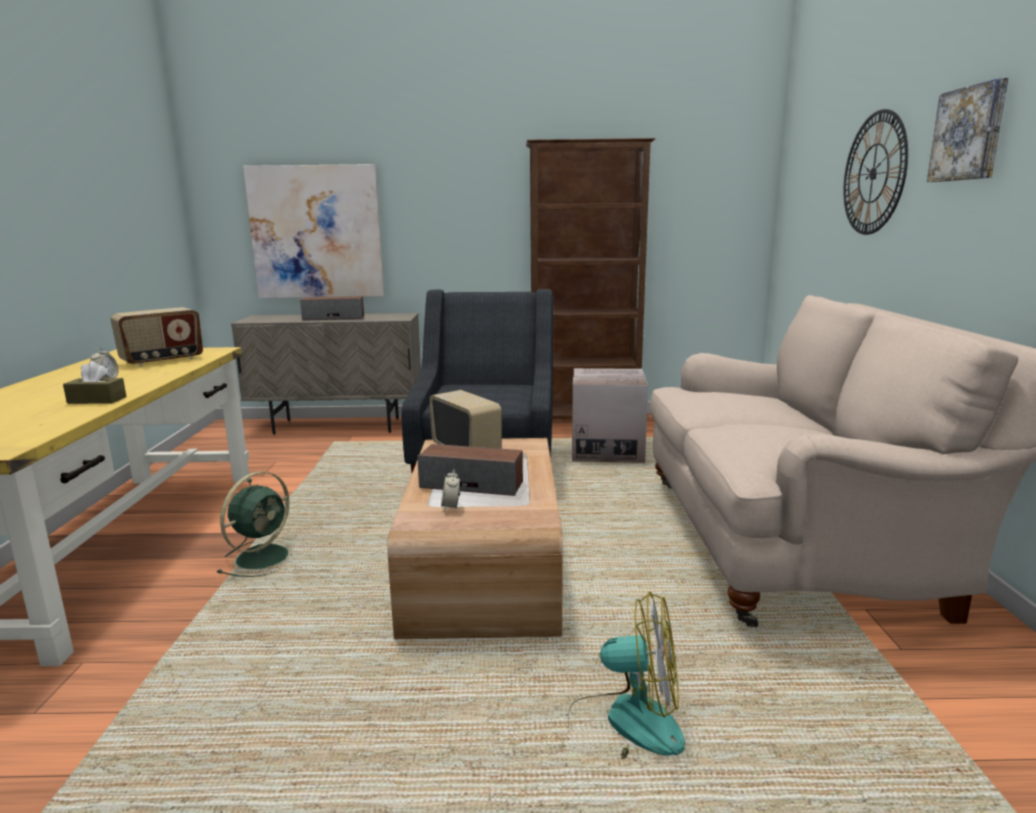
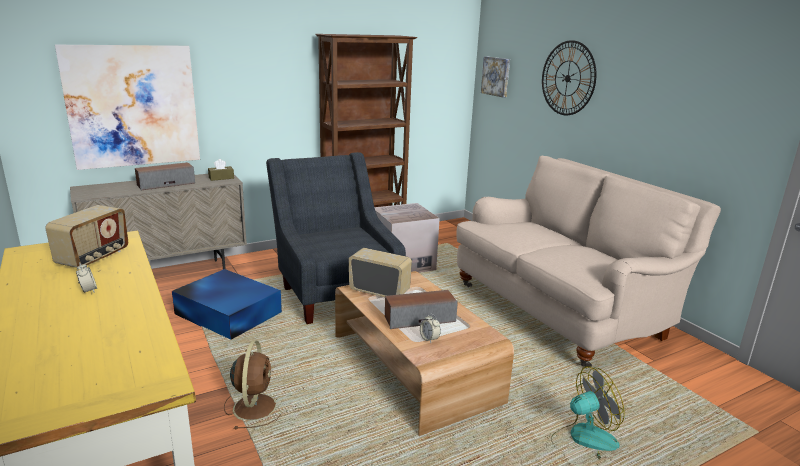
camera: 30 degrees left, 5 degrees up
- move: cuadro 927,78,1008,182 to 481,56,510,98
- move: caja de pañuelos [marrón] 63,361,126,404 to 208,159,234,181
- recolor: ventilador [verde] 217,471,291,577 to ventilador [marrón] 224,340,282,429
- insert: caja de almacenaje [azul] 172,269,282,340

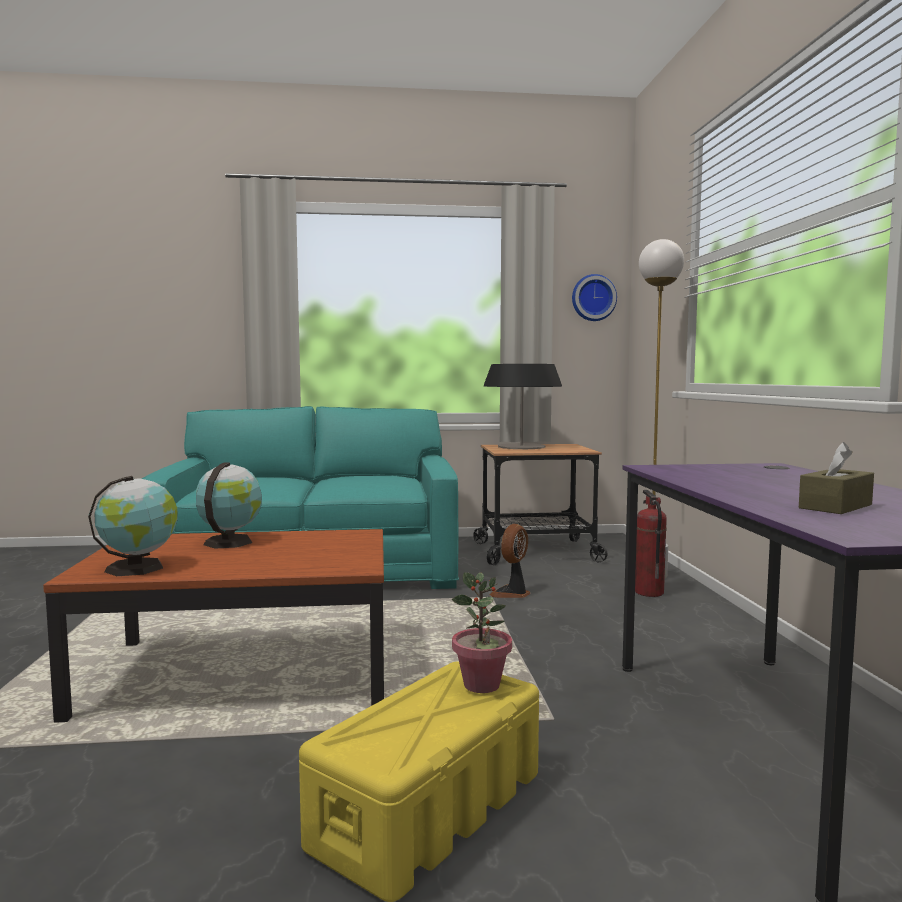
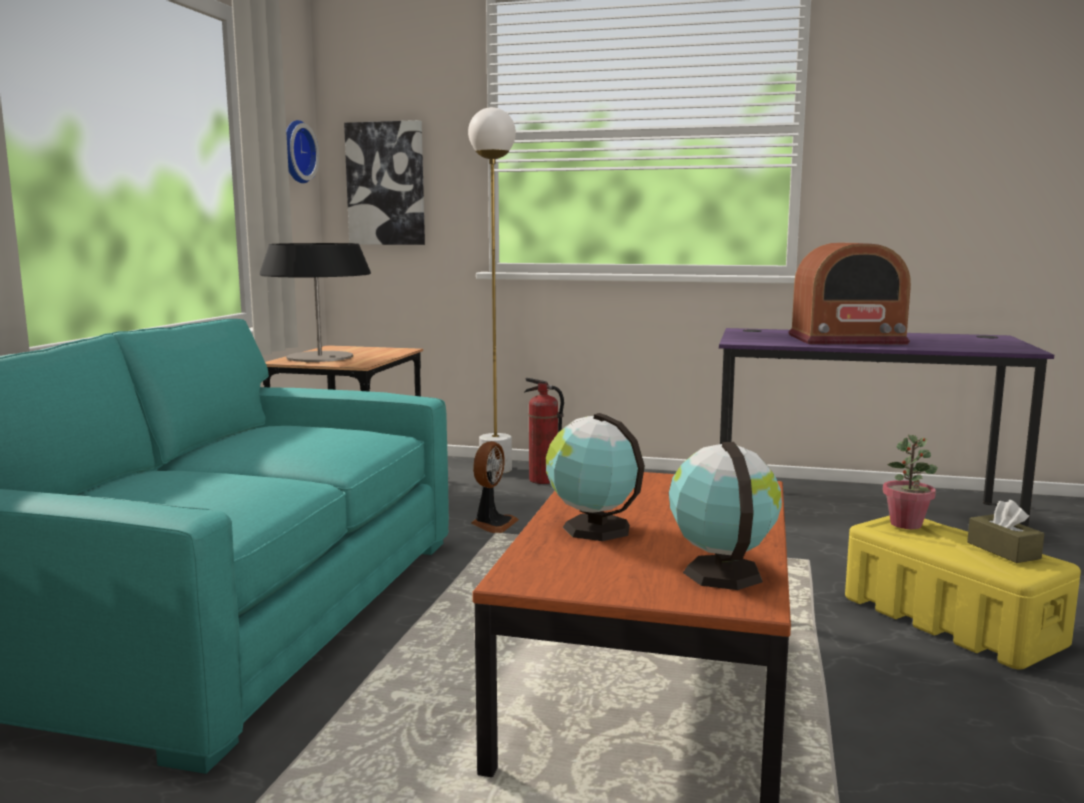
camera: 70 degrees left, 5 degrees up
- move: caja de pañuelos [marrón] 799,442,874,514 to 967,500,1044,563
- rotate: ventilador 490,524,531,598 = 471,441,519,533 120 degrees counterclockwise
- insert: cuadro 344,120,425,245
- insert: radio 789,242,911,344

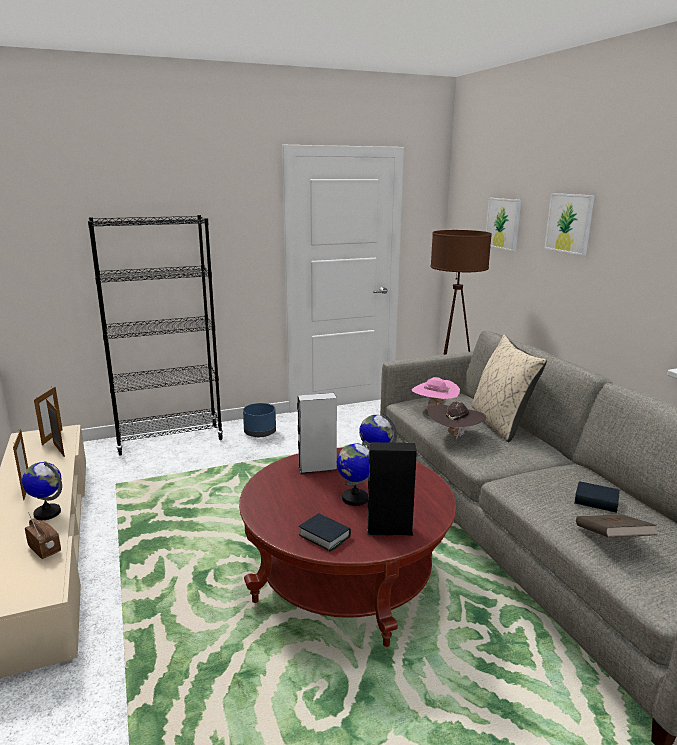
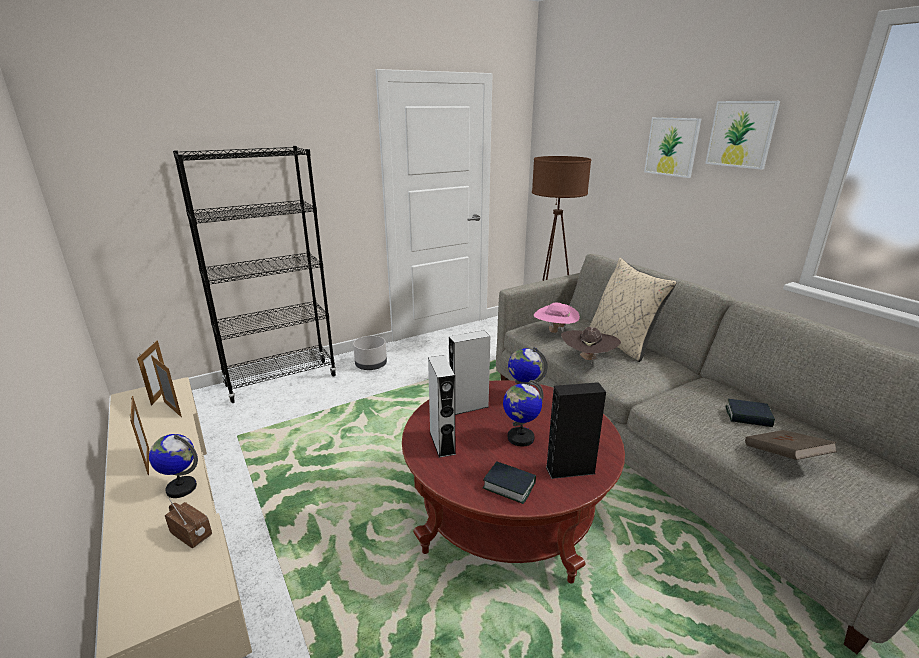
camera: 10 degrees left, 5 degrees up
- move: cuadro 486,198,521,251 to 705,101,780,170
- recolor: maceta [azul] 243,403,276,437 to maceta [gris] 353,336,387,370
- insert: altavoz [gris] 428,355,456,458

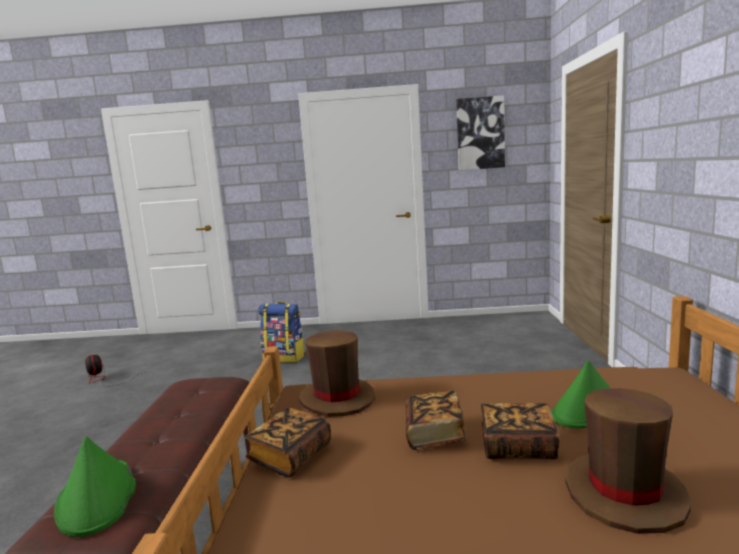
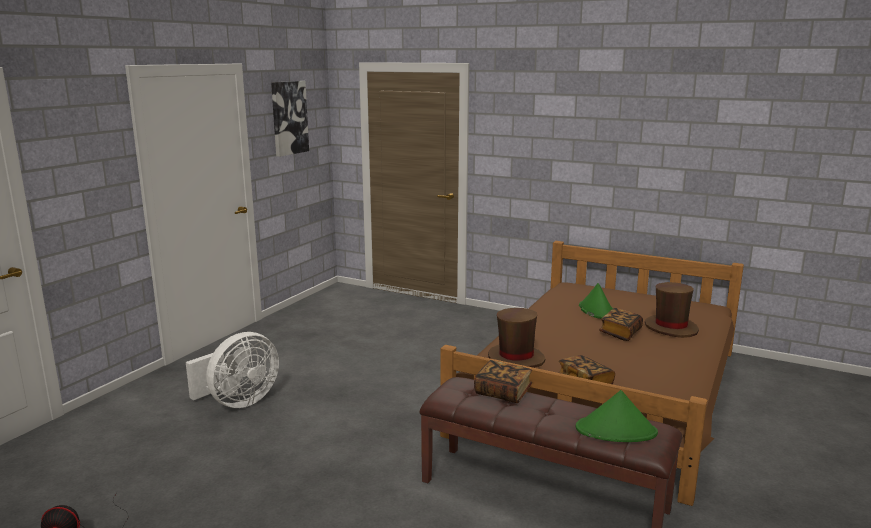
camera: 65 degrees left, 5 degrees up
- replace: mochila 258,302,305,363 to ventilador [blanco] 186,332,279,408
- move: libro 405,391,466,450 to 474,360,532,403

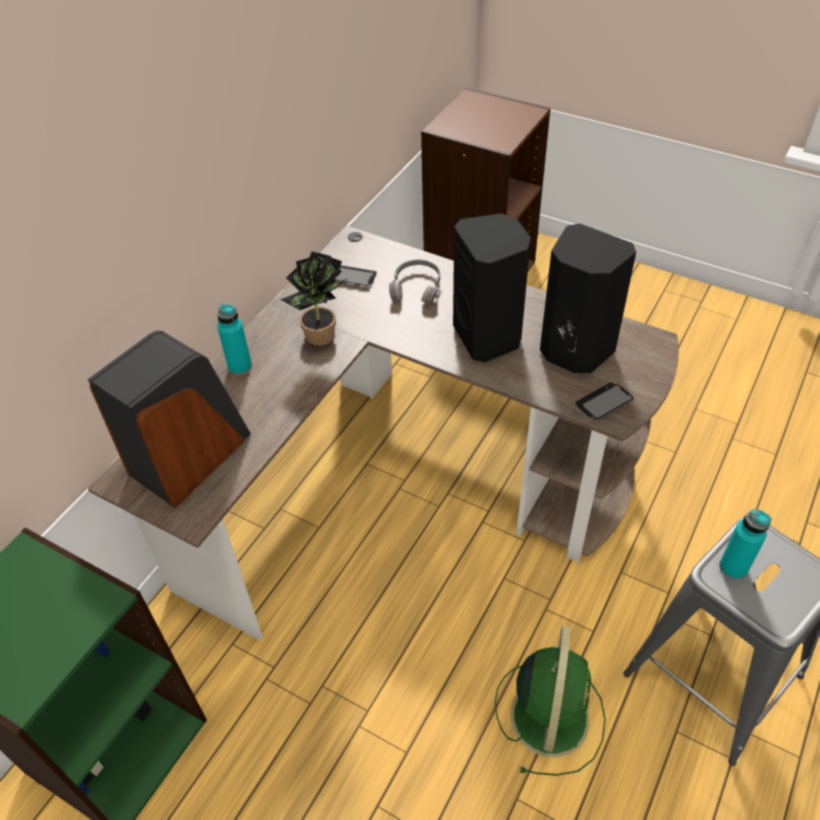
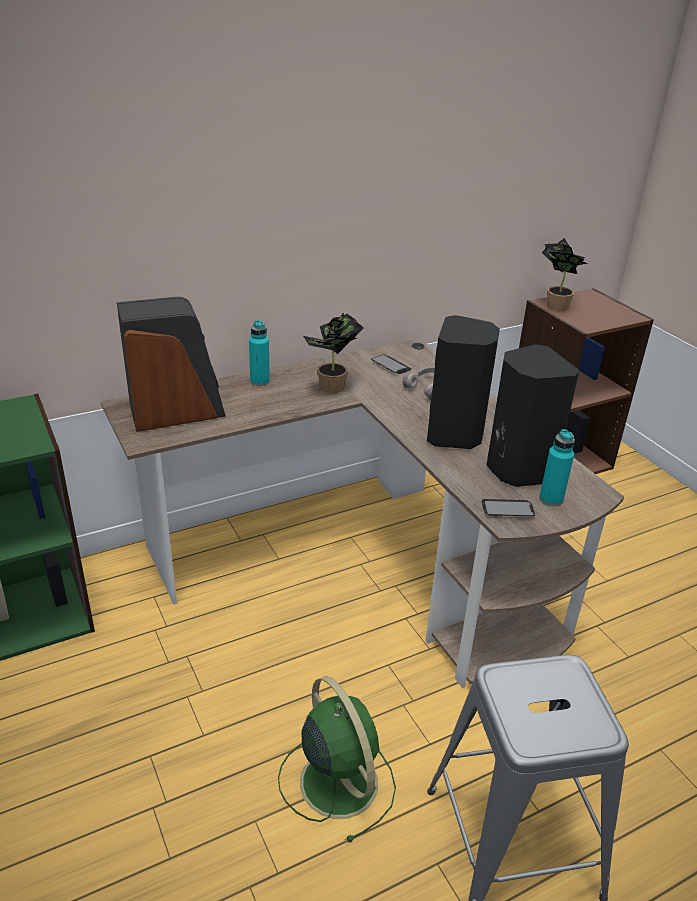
camera: 30 degrees right, 15 degrees down
- move: botella [turquesa] 719,509,772,580 to 539,429,575,506
- rotate: ventilador [verde] 495,626,606,776 = 278,676,396,843 75 degrees counterclockwise
- insert: planta en maceta 542,238,588,311

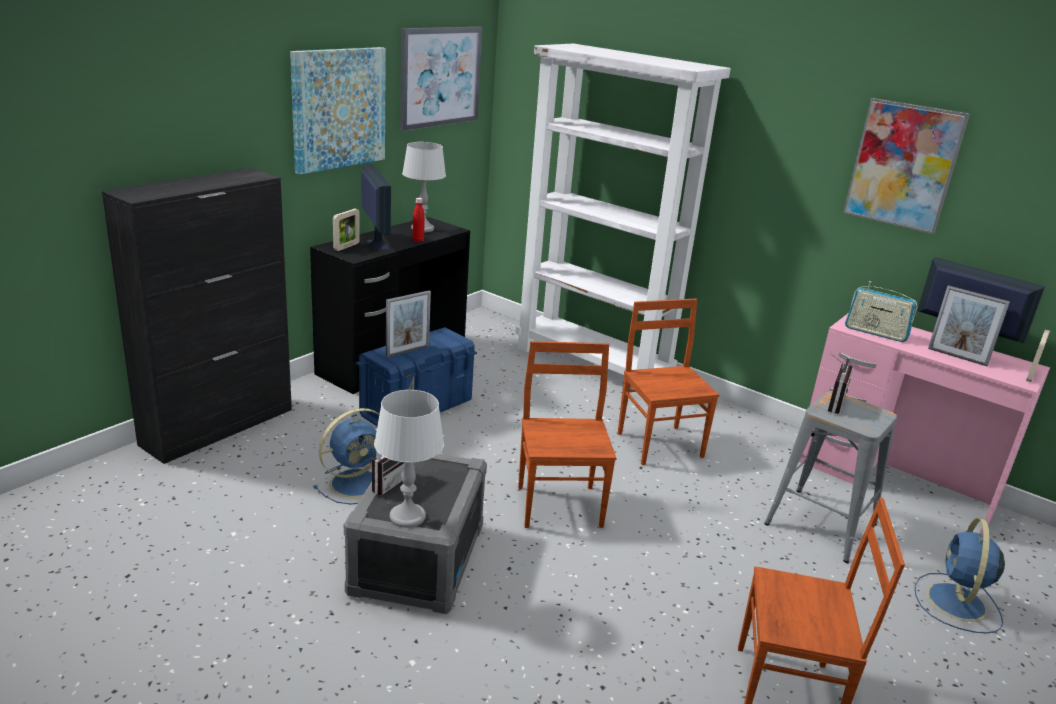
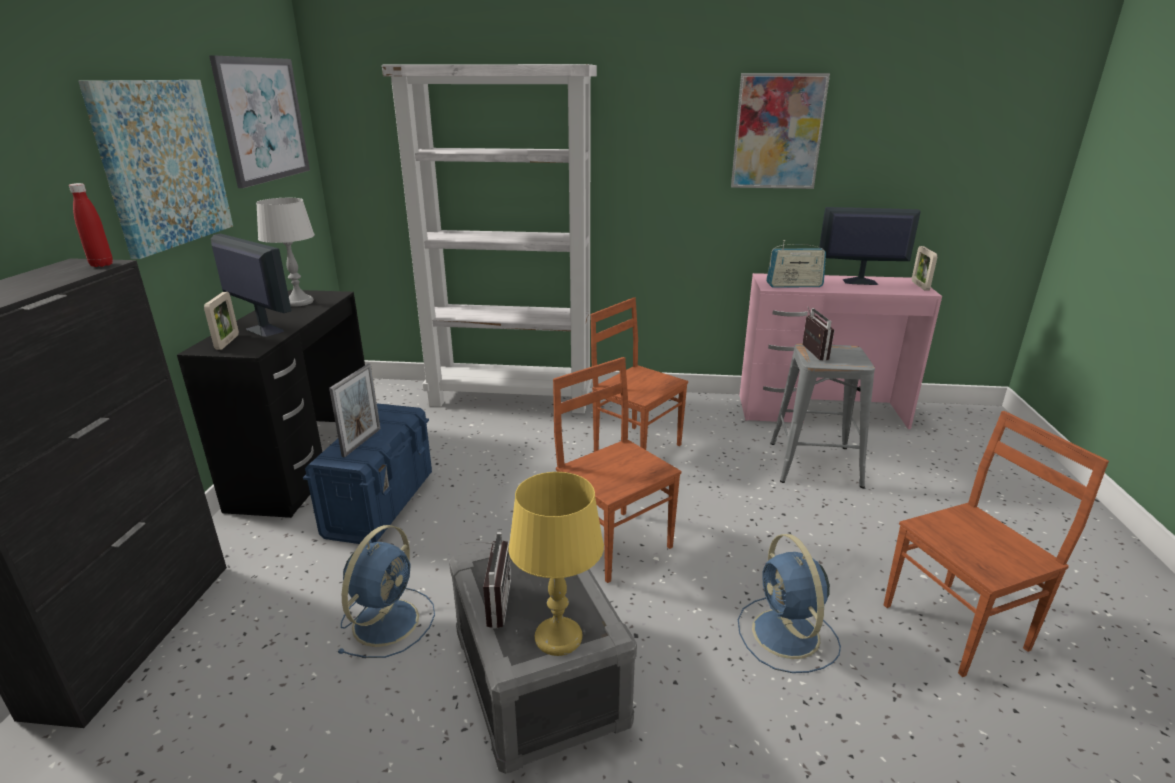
camera: 30 degrees left, 0 degrees up
- move: botella [rojo] 412,198,425,242 to 69,183,113,267
- delete: portarretratos 928,285,1010,366
- recolor: lámpara de mesa [gris] 374,390,444,528 to lámpara de mesa [amarillo] 509,472,604,656
- move: ventilador [azul] 915,518,1005,633 to 738,534,841,673

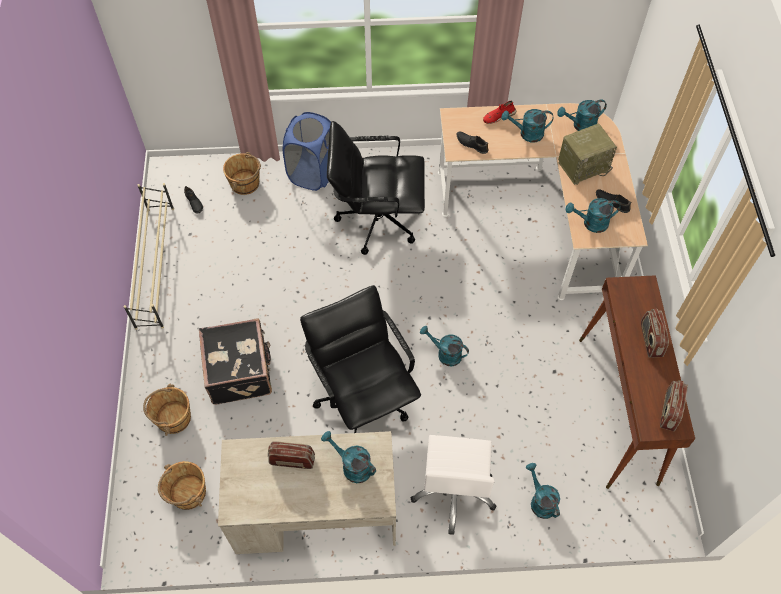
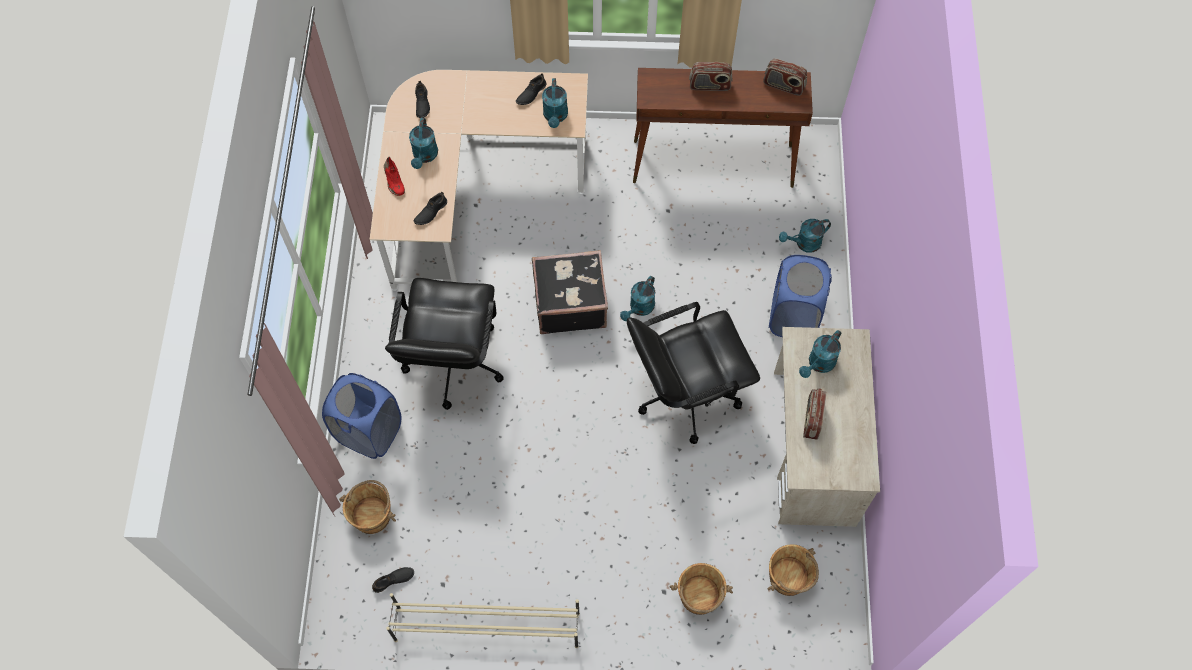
camera: 85 degrees left, 5 degrees up
- replace: regadera [turquesa] 557,100,607,131 to zapato [negro] 415,81,430,118
- delete: radio 558,124,617,185
- move: maleta [negro] 199,318,272,405 to 532,250,608,334
- replace: silla de oficina [blanco] 410,435,497,535 to cesto de la ropa [azul] 769,255,832,337

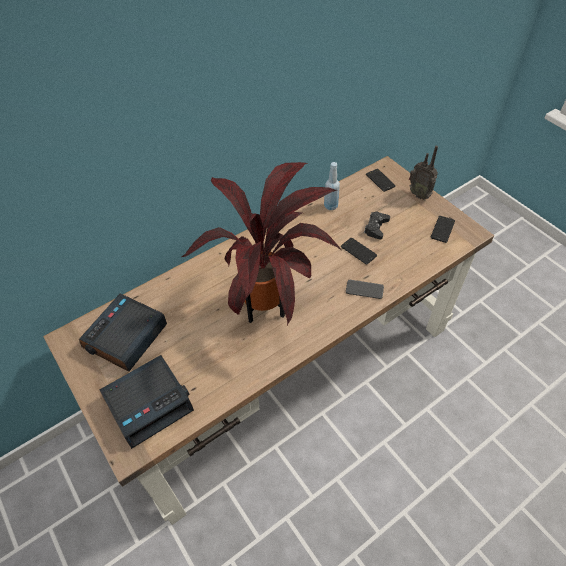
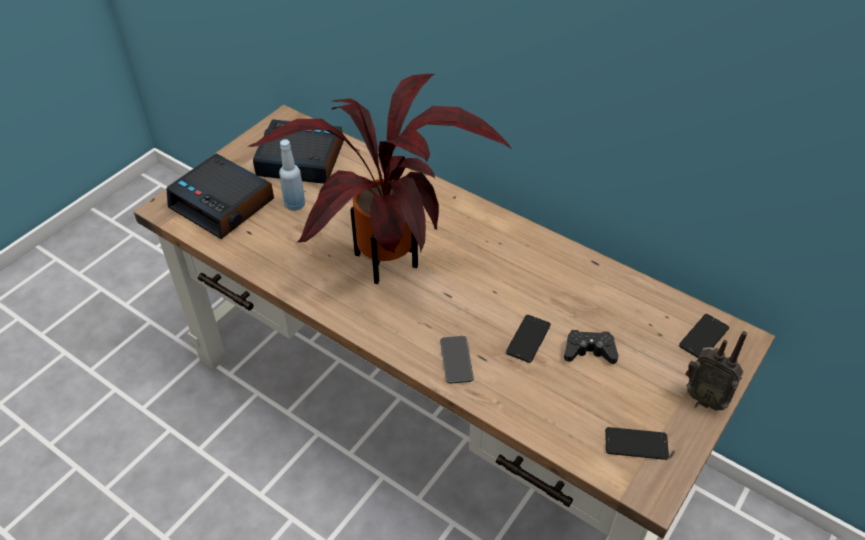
camera: 70 degrees right, 5 degrees down
- rotate: radio 409,146,438,199 = 685,331,747,410 75 degrees counterclockwise
- move: botella [azul] 324,162,340,210 to 279,139,305,211

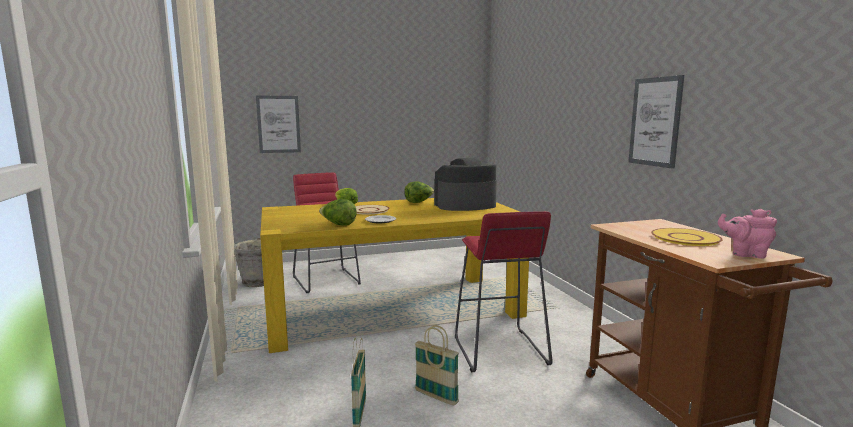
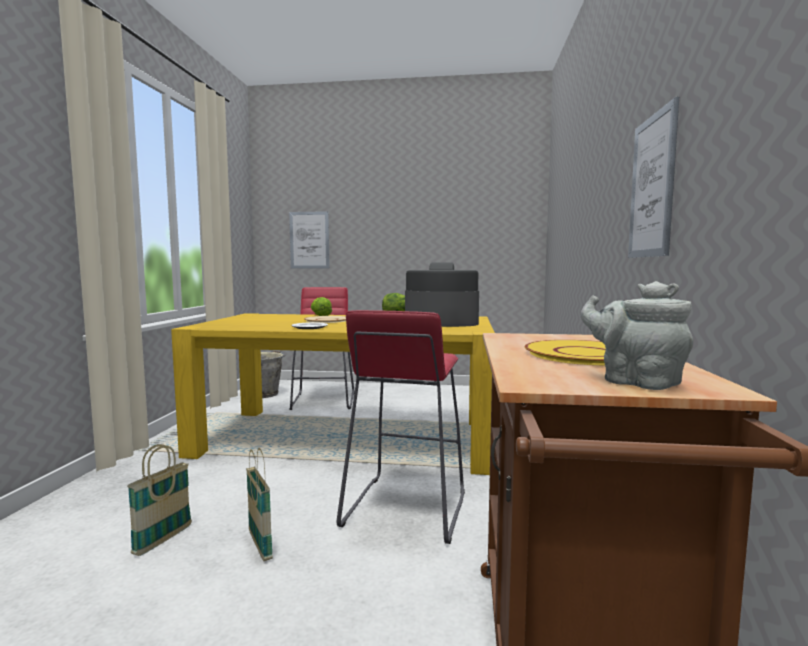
camera: 25 degrees right, 5 degrees down
- delete: lechuga 319,199,357,226
- recolor: tetera [rosa] 718,209,777,259 to tetera [gris] 581,281,693,390

